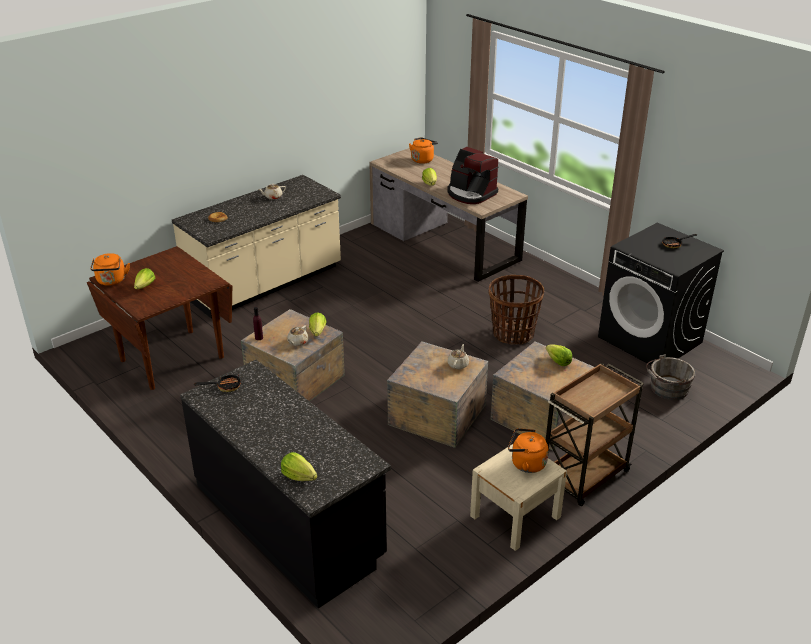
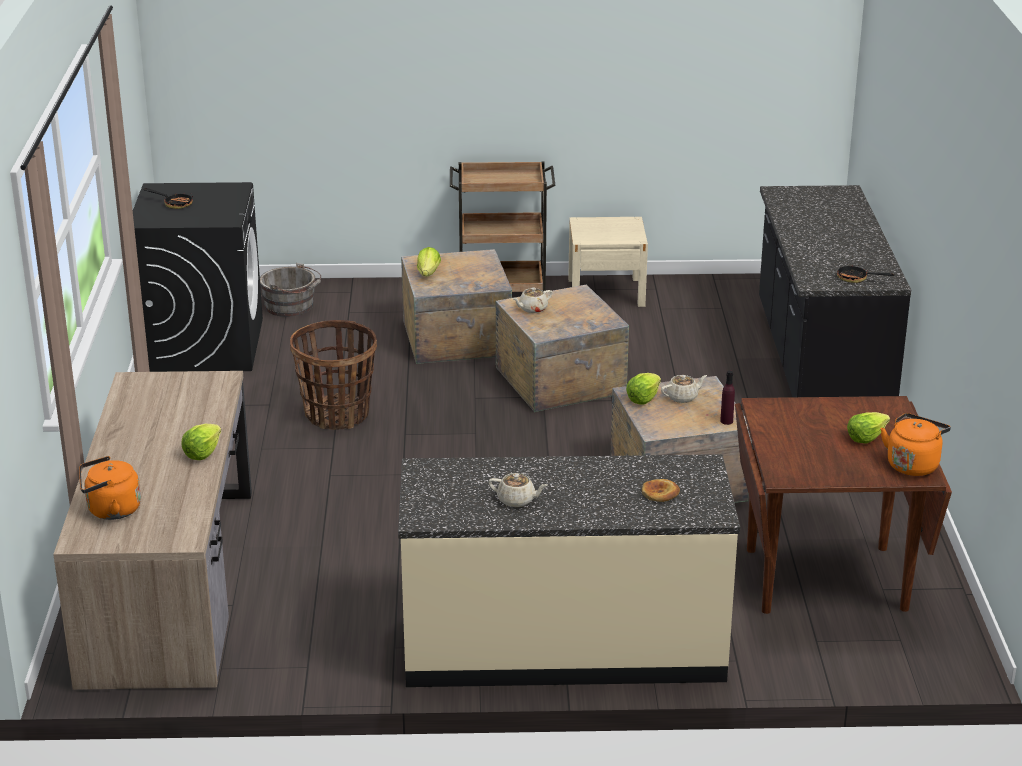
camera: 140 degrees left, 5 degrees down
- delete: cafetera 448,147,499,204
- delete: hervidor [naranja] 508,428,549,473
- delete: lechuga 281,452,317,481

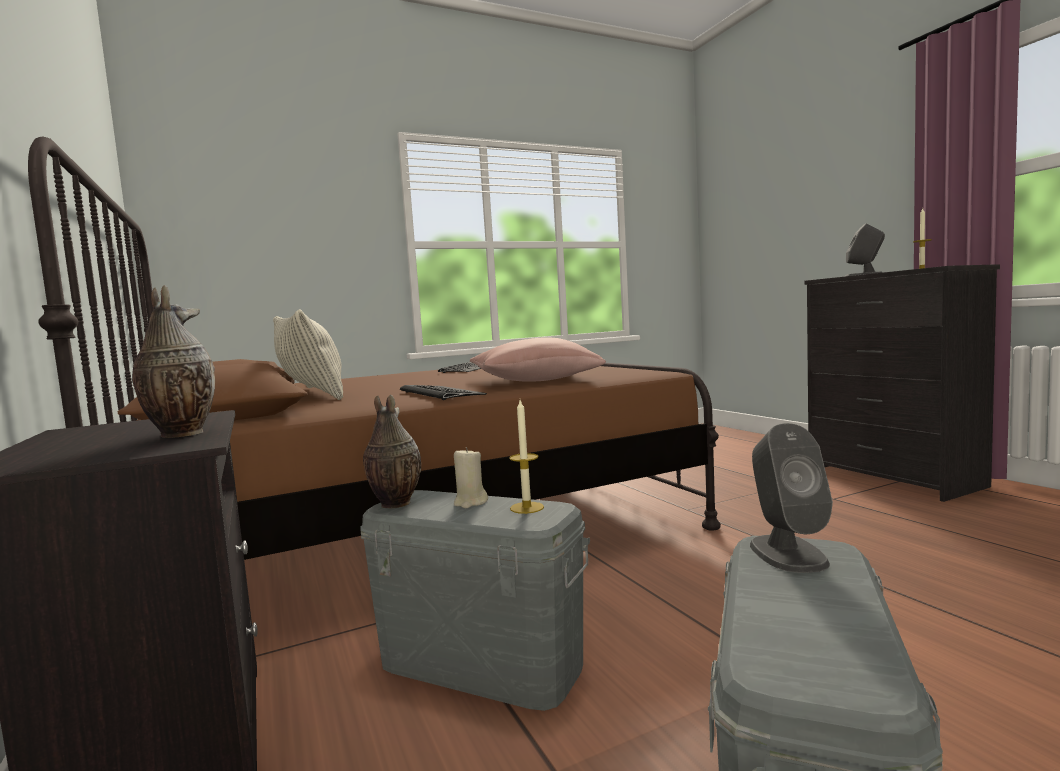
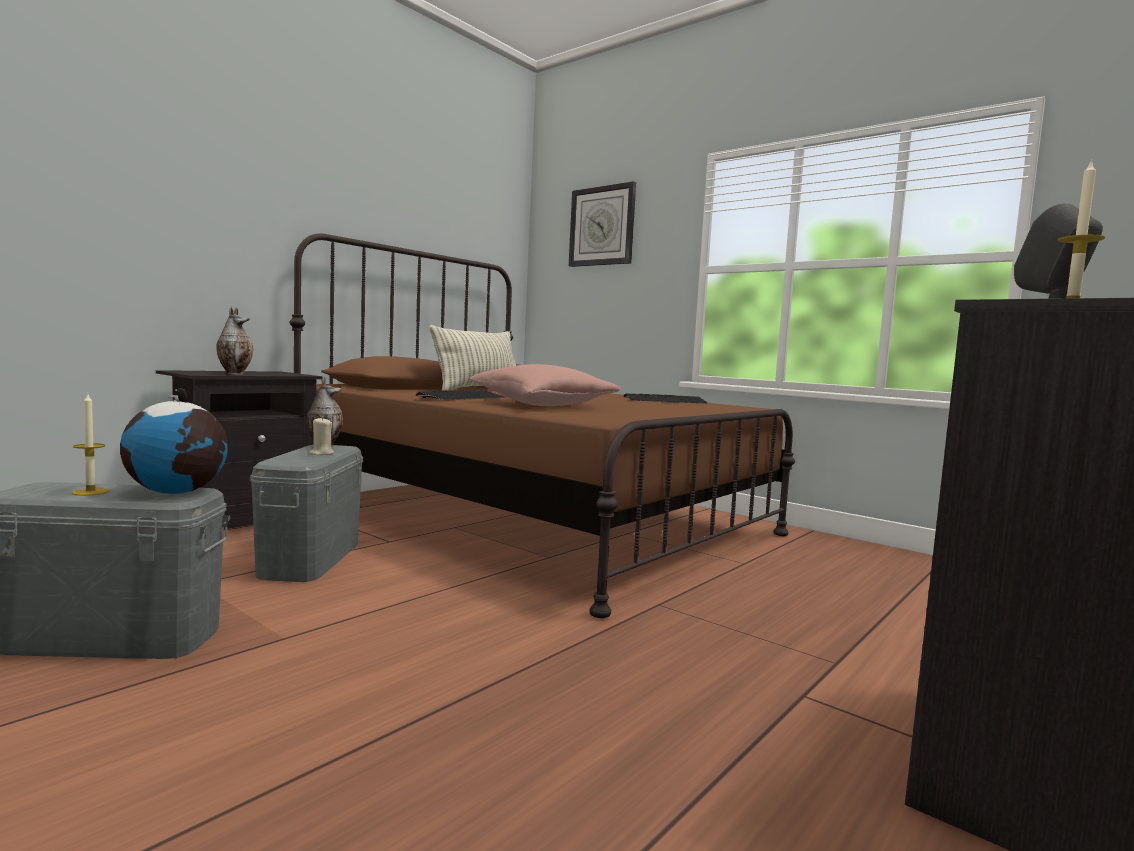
camera: 65 degrees right, 0 degrees up
- move: vela 509,400,544,514 to 72,394,109,496
- replace: altavoz [gris] 750,423,833,573 to globo terráqueo 120,388,228,494
- insert: reloj de pared 569,181,636,267

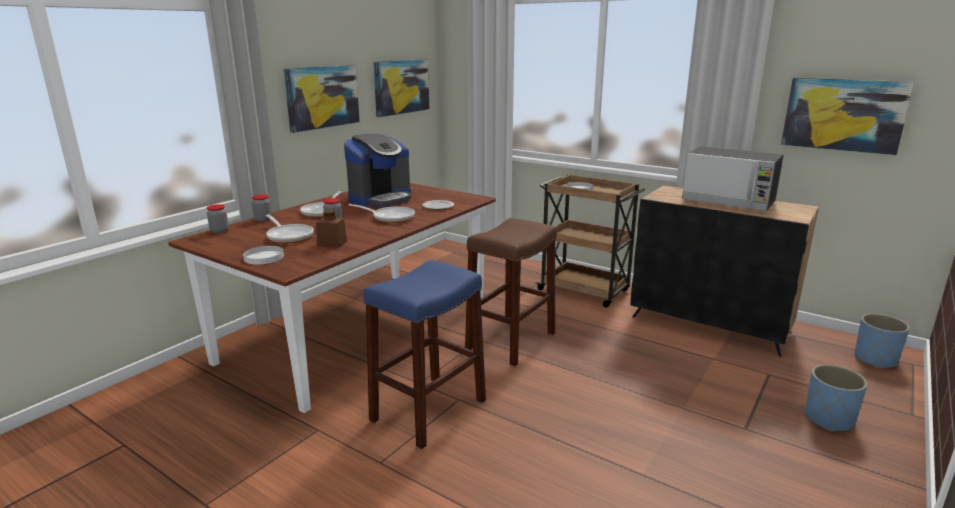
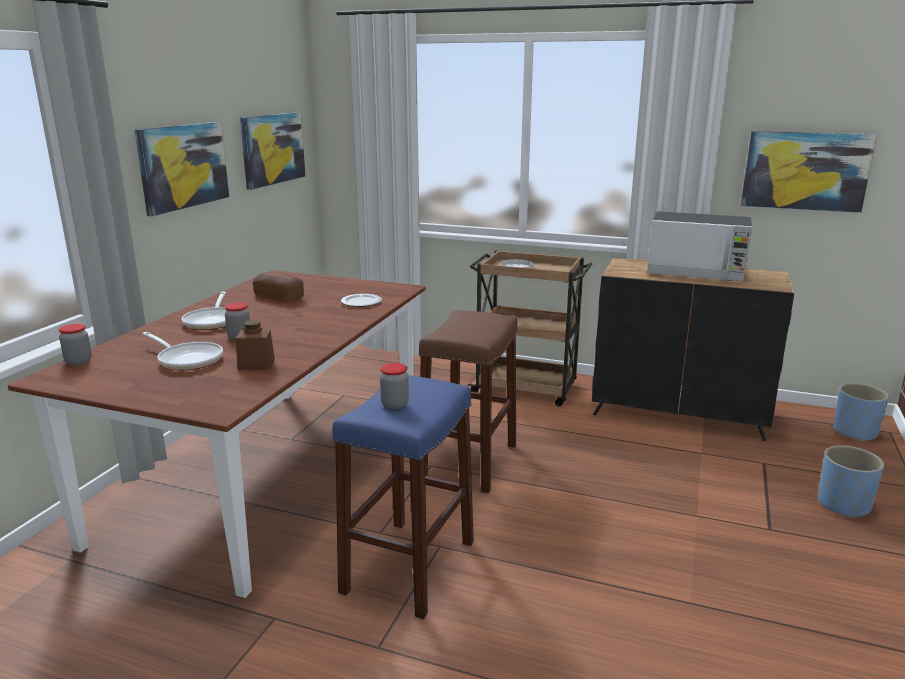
camera: 15 degrees left, 0 degrees up
- replace: cafetera 344,134,411,207 to pan 253,272,304,302
- move: tarro 252,194,272,222 to 380,363,409,409
- delete: sartén 349,204,415,223
- delete: plato [blanco] 243,246,284,264

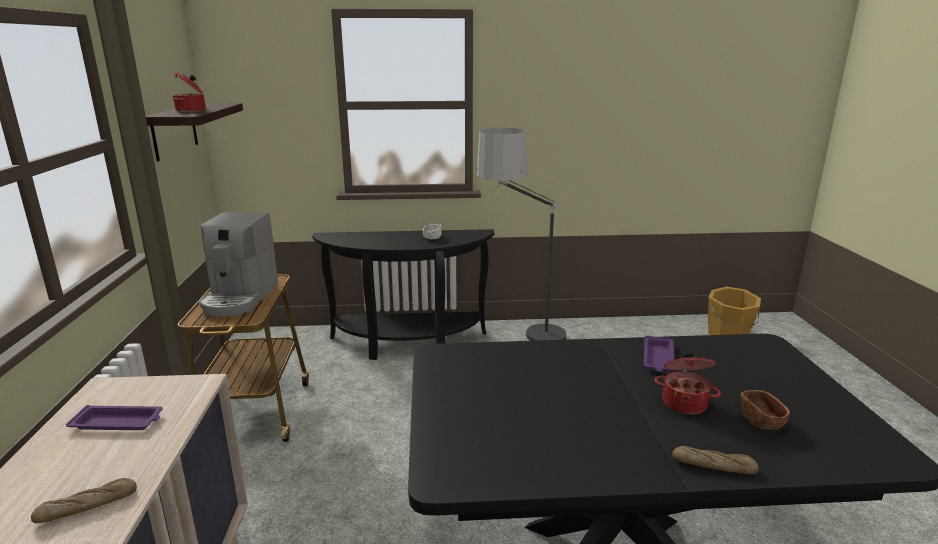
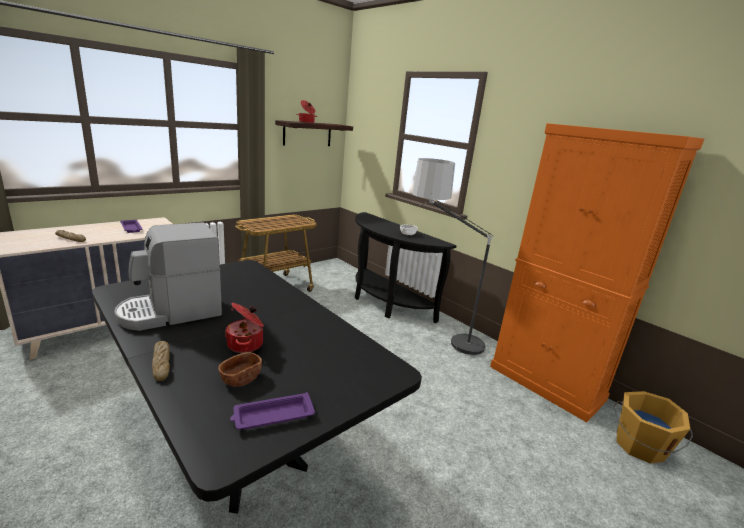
camera: 50 degrees right, 0 degrees up
- move: cafetera 199,212,278,317 to 114,222,222,331
- move: bandeja [morado] 644,336,675,373 to 230,392,315,430
- insert: armario [naranja] 490,123,704,422

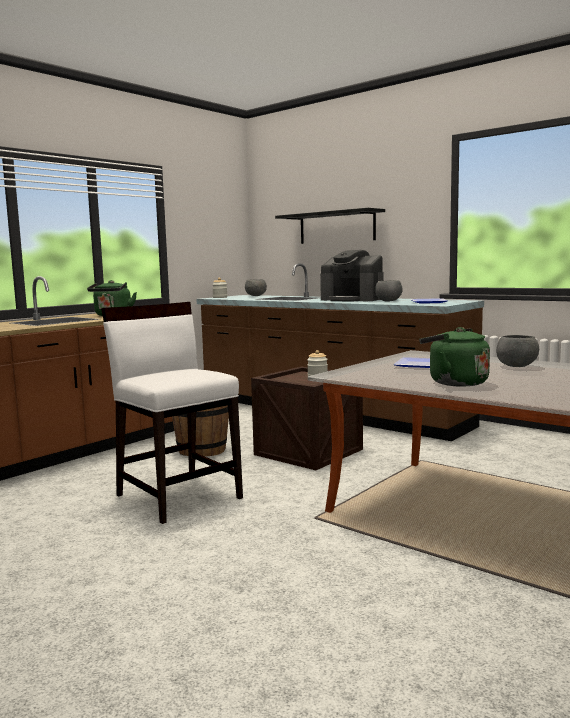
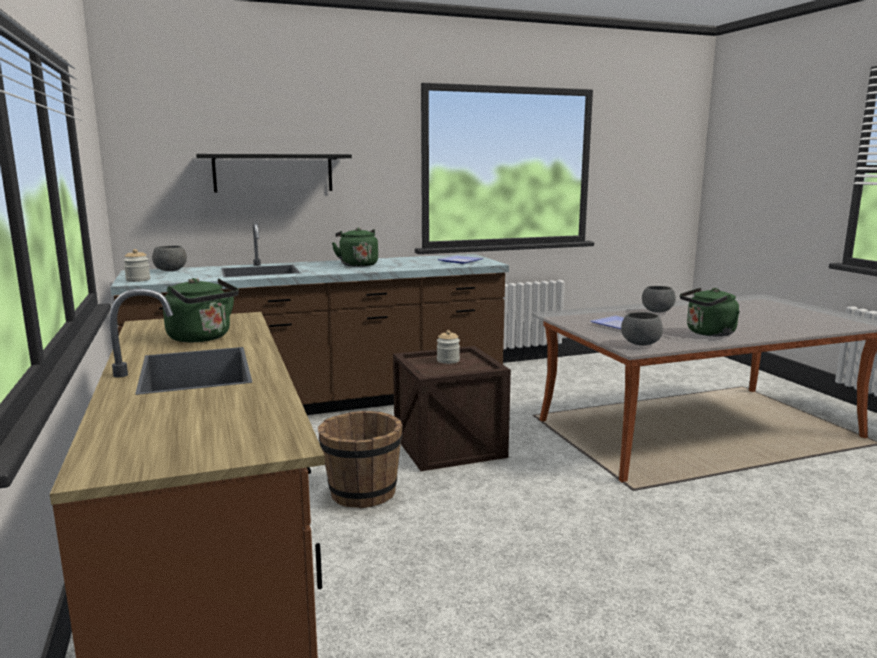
camera: 60 degrees left, 5 degrees up
- replace: cafetera 320,250,384,302 to hervidor [verde] 332,228,378,267
- move: cuenco [gris] 375,280,403,302 to 621,312,663,346
- delete: silla [blanco] 101,302,243,524

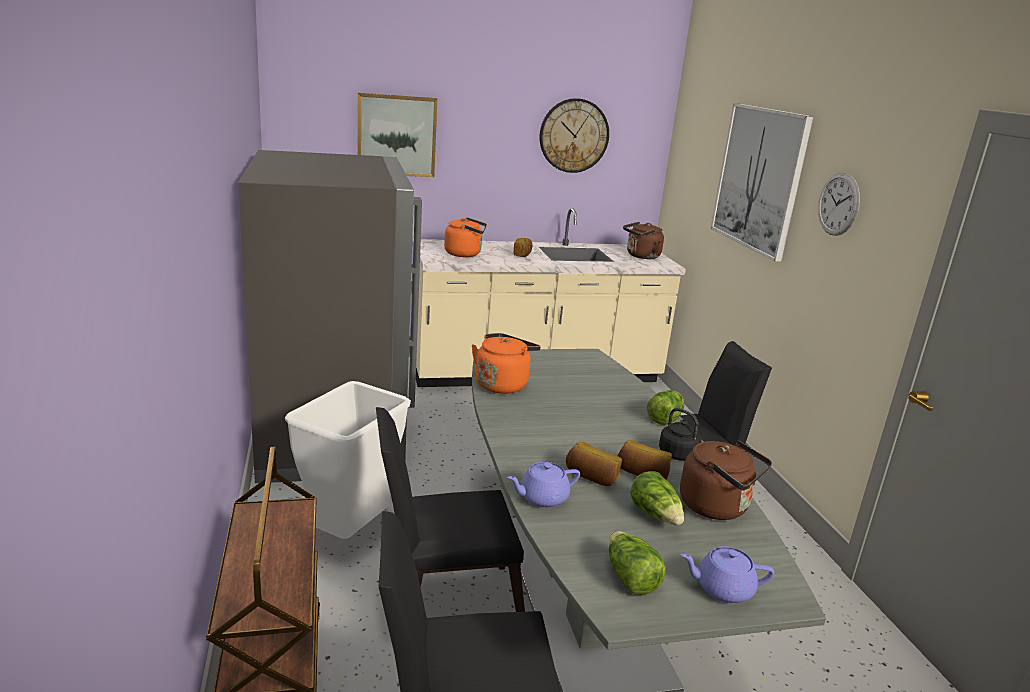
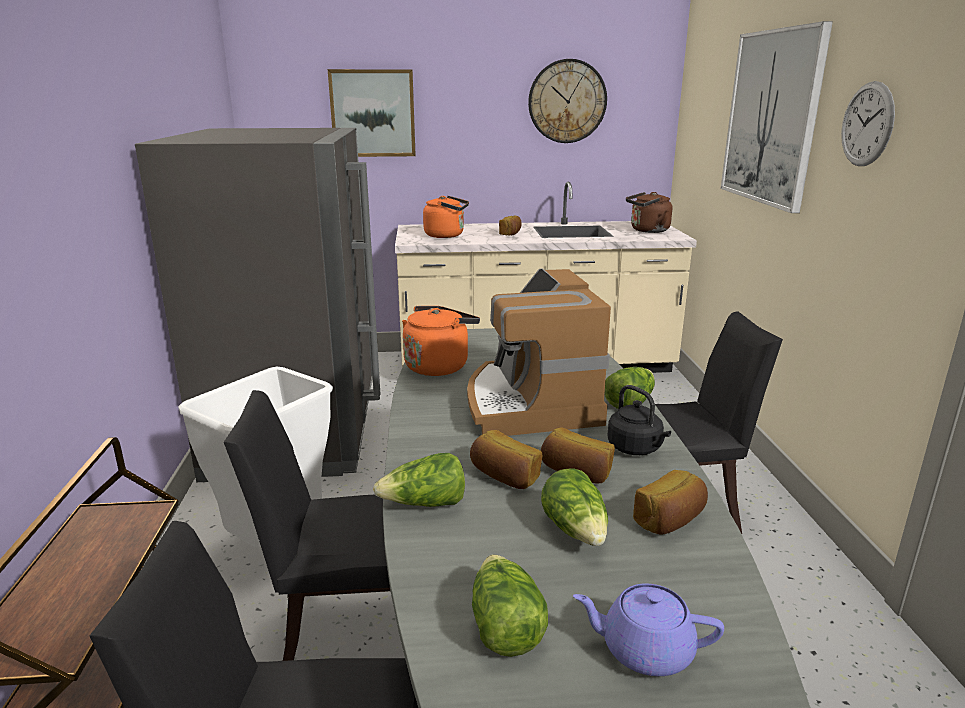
camera: 10 degrees right, 0 degrees up
- replace: hervidor [marrón] 680,440,772,520 to pan 633,470,708,535
- replace: tetera [morado] 507,462,580,508 to lechuga 373,453,465,507
- insert: cafetera 467,268,611,436

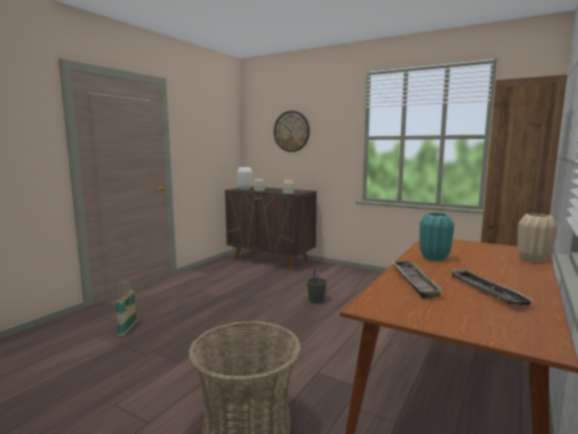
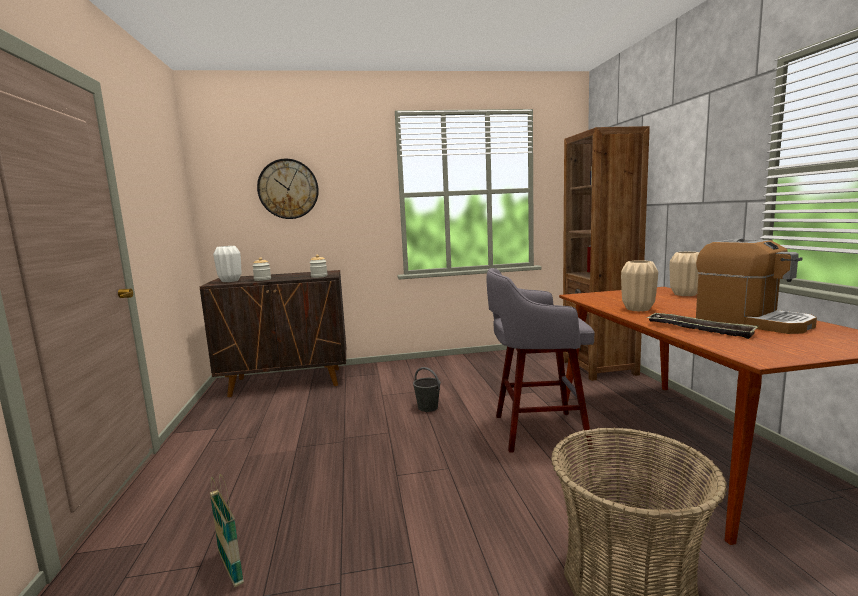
camera: 40 degrees left, 0 degrees up
- recolor: florero [turquesa] 420,213,454,261 to florero [beis] 621,260,658,311
- replace: bandeja 449,269,534,306 to cafetera 696,239,817,334
- insert: taburete [gris] 487,268,594,453

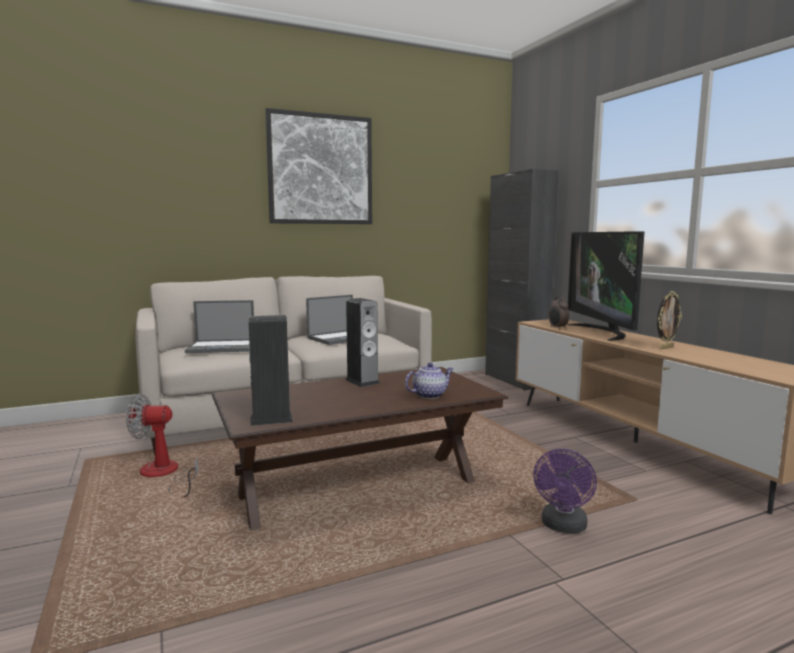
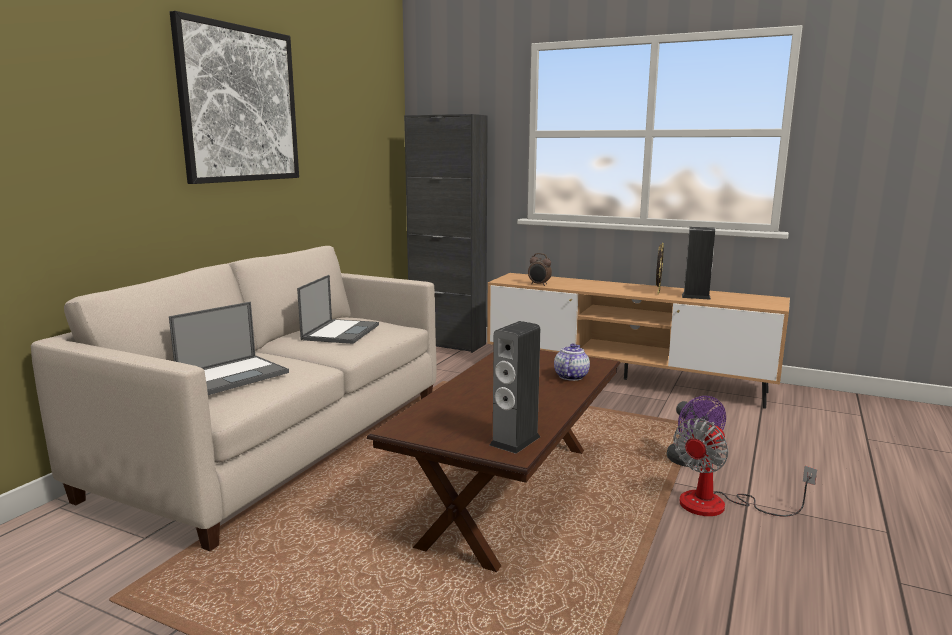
camera: 40 degrees left, 5 degrees up
- delete: televisor 567,231,645,341
- move: altavoz 345,298,380,387 to 682,227,715,300
- move: ventilador 126,393,199,497 to 673,418,817,517

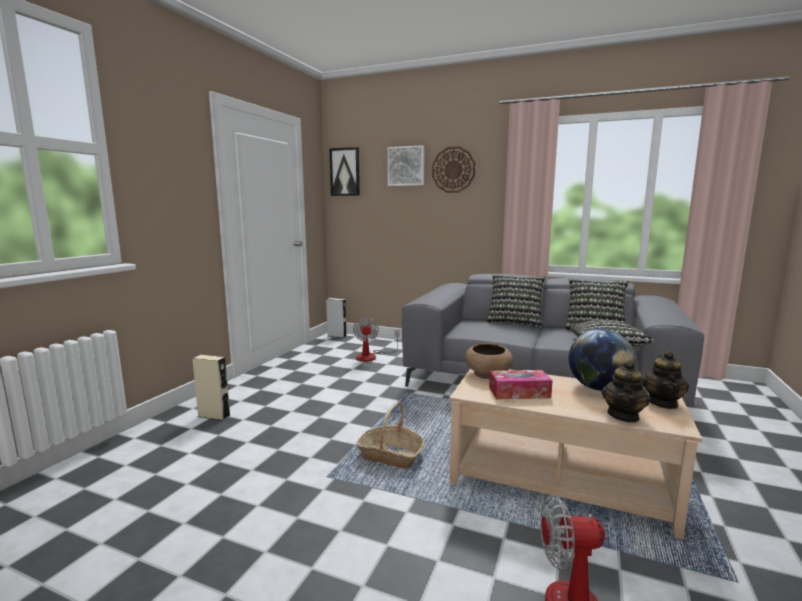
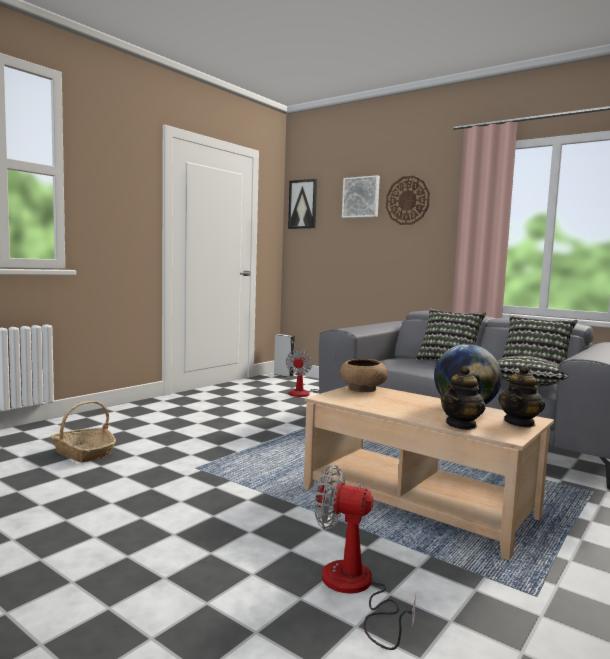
camera: 15 degrees right, 5 degrees down
- delete: altavoz [beis] 192,355,231,420
- delete: caja de pañuelos 489,370,553,399
- move: cesta 356,401,425,468 to 50,401,116,463

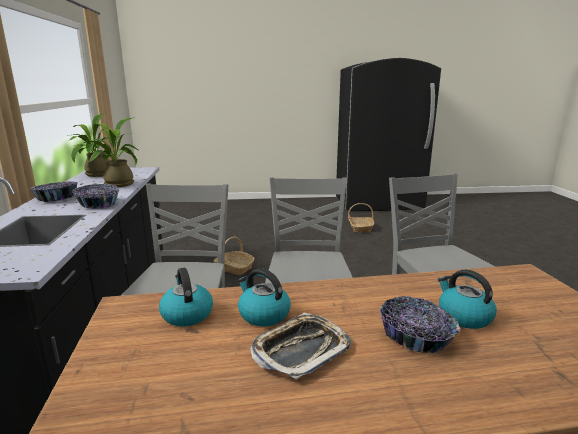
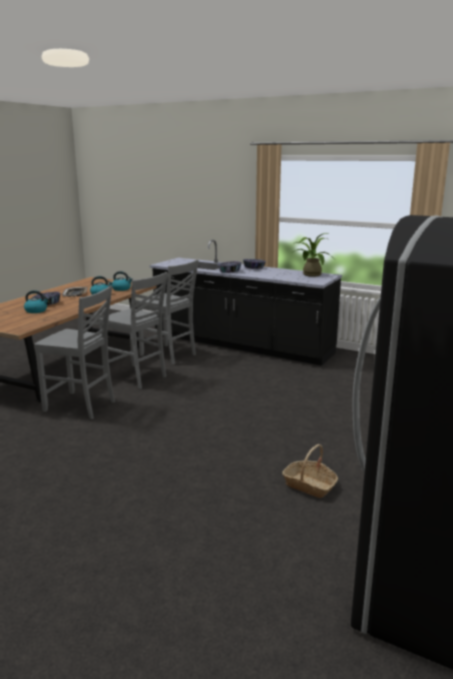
camera: 125 degrees right, 0 degrees up
- delete: planta en maceta 74,118,138,187
- delete: cesta 213,237,255,275

